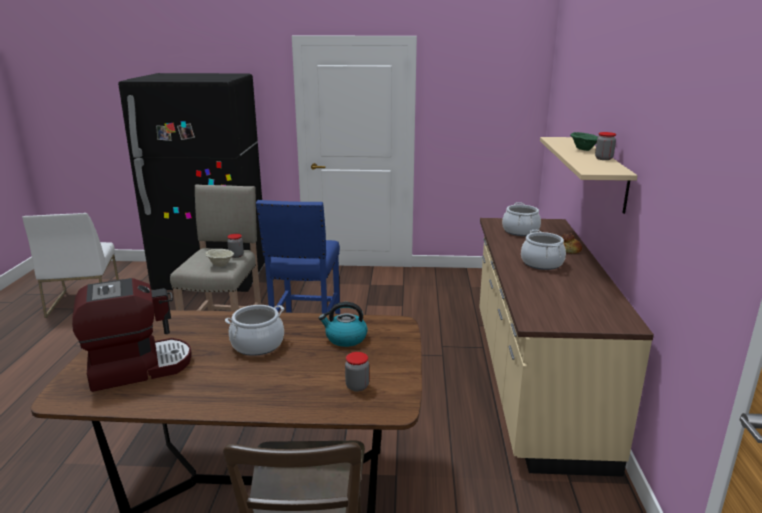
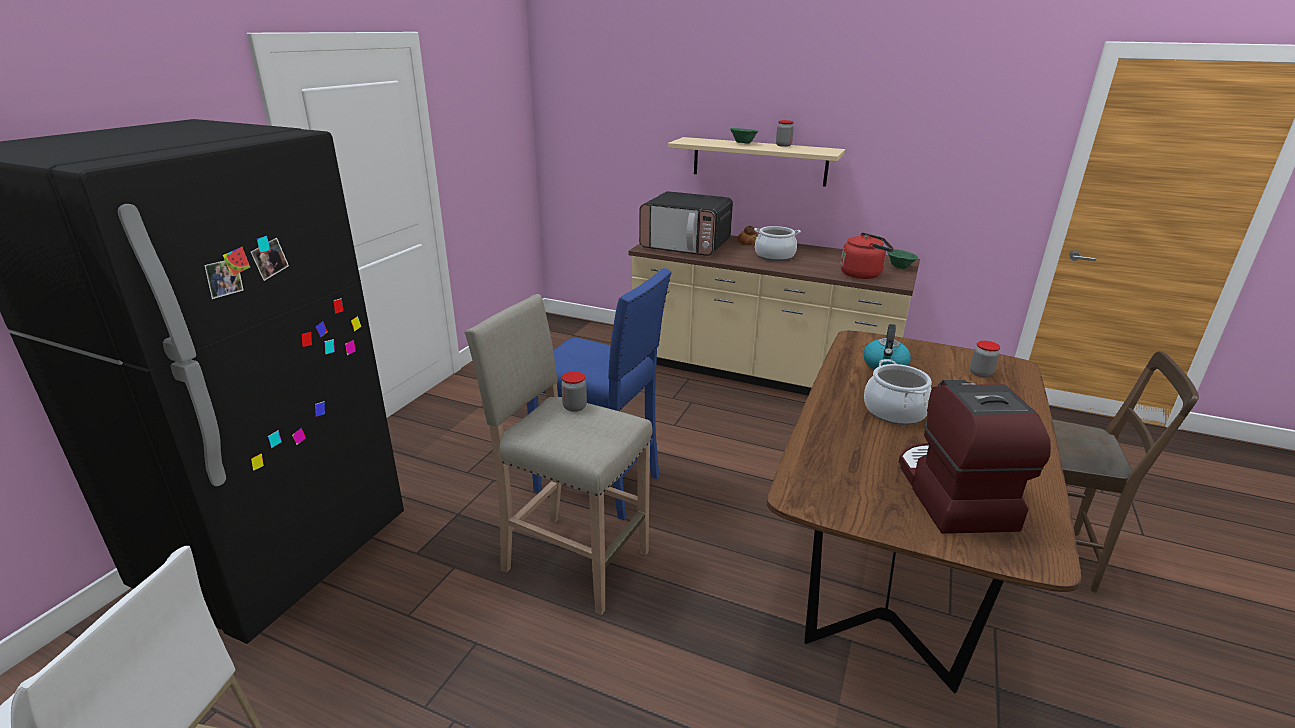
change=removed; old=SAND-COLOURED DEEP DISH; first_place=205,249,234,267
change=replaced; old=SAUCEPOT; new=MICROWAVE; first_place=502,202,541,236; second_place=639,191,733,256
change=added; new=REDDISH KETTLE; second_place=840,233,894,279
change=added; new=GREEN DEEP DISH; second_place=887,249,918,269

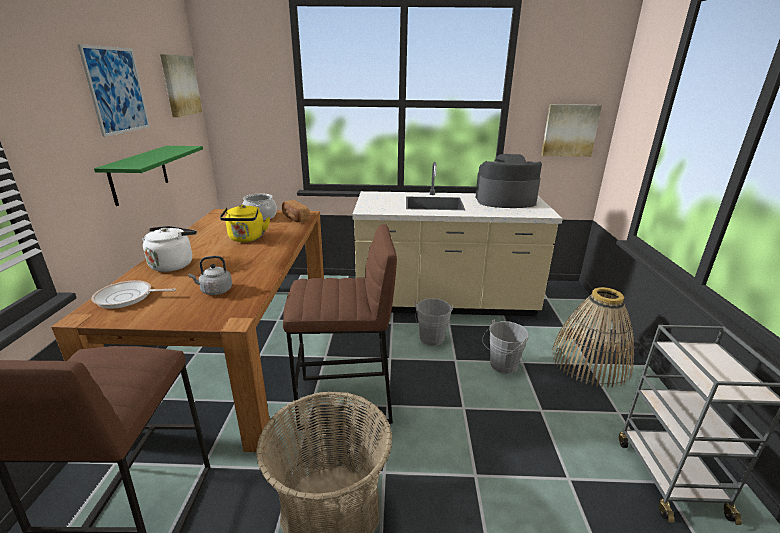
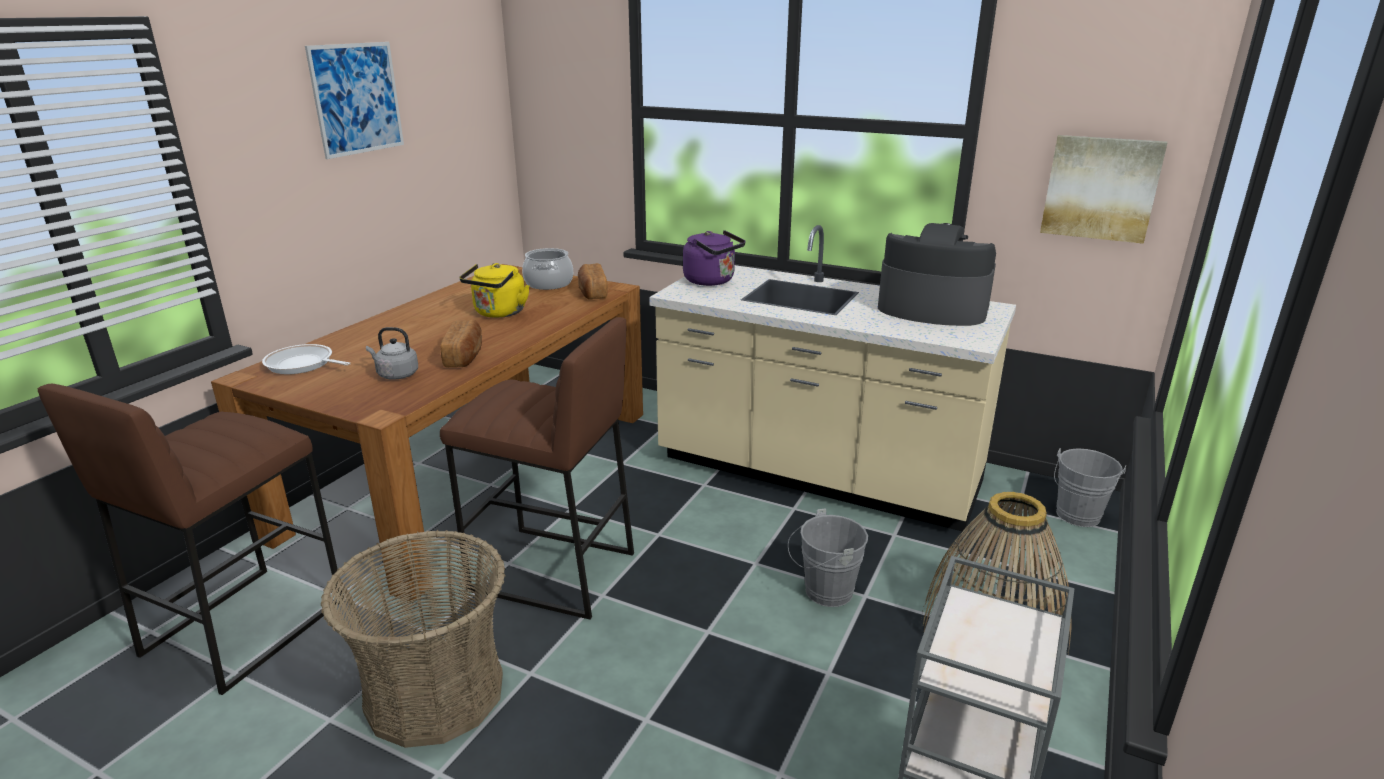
change=removed; old=GREEN WALL SHELF; first_place=94,146,203,206
change=removed; old=WHITE-COLOURED KETTLE; first_place=142,226,197,272
change=removed; old=PICTURE; first_place=160,54,202,117
change=moved; old=GREY BUCKET; first_place=415,298,453,346; second_place=1054,448,1126,527
change=added; new=BAKED BREAD; second_place=441,320,482,367
change=added; new=PURPLE KETTLE; second_place=683,230,746,286

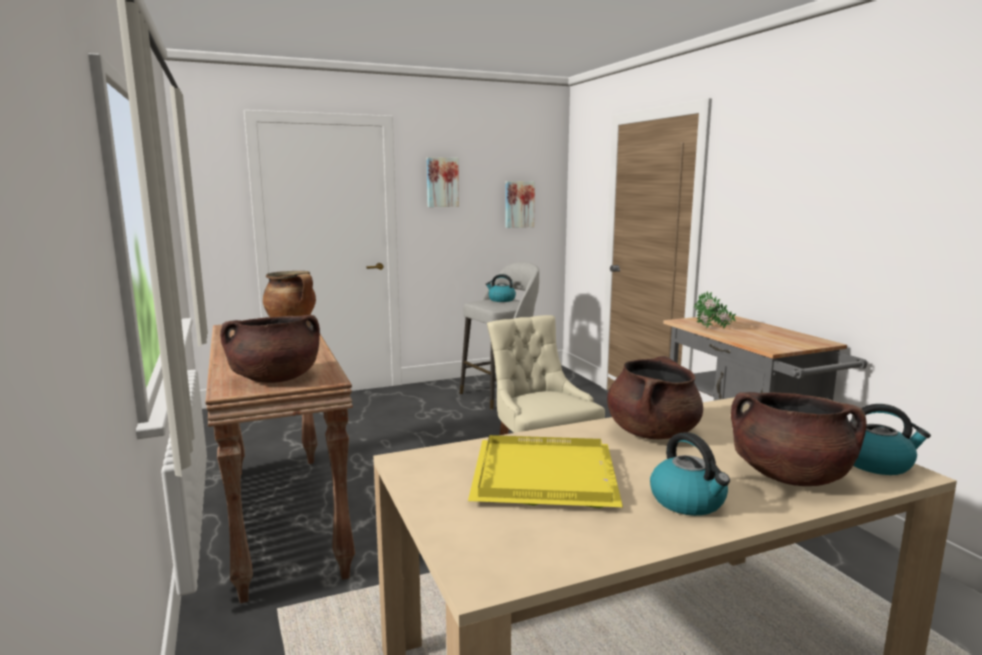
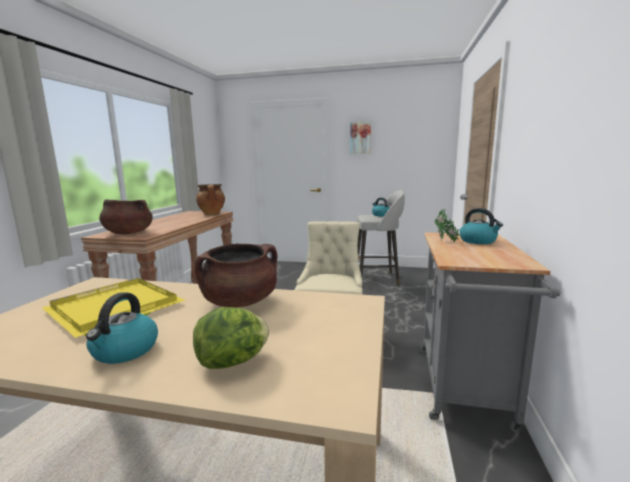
change=removed; old=PICTURE; first_place=505,181,535,228
change=replaced; old=BROWNISH SAUCEPOT; new=LETTUCE; first_place=731,392,867,486; second_place=193,307,269,369
change=moved; old=KETTLE; first_place=851,404,931,475; second_place=459,208,503,244

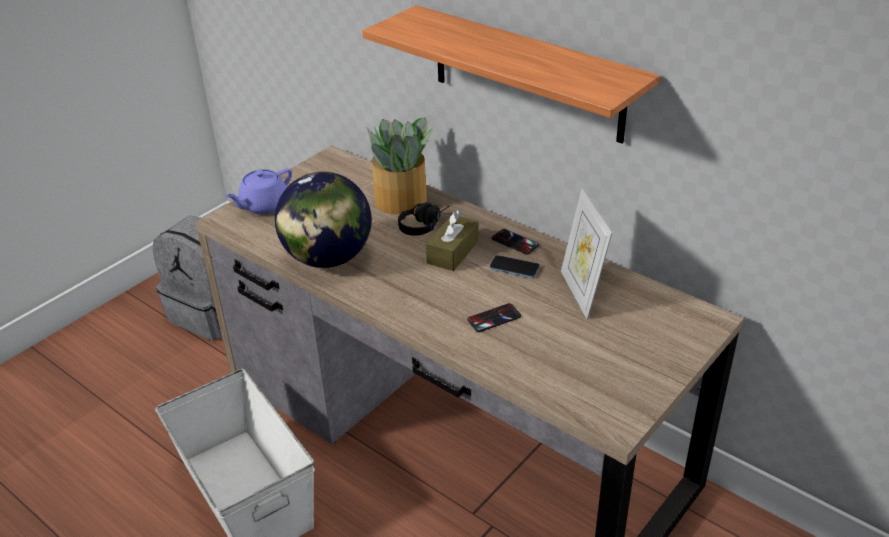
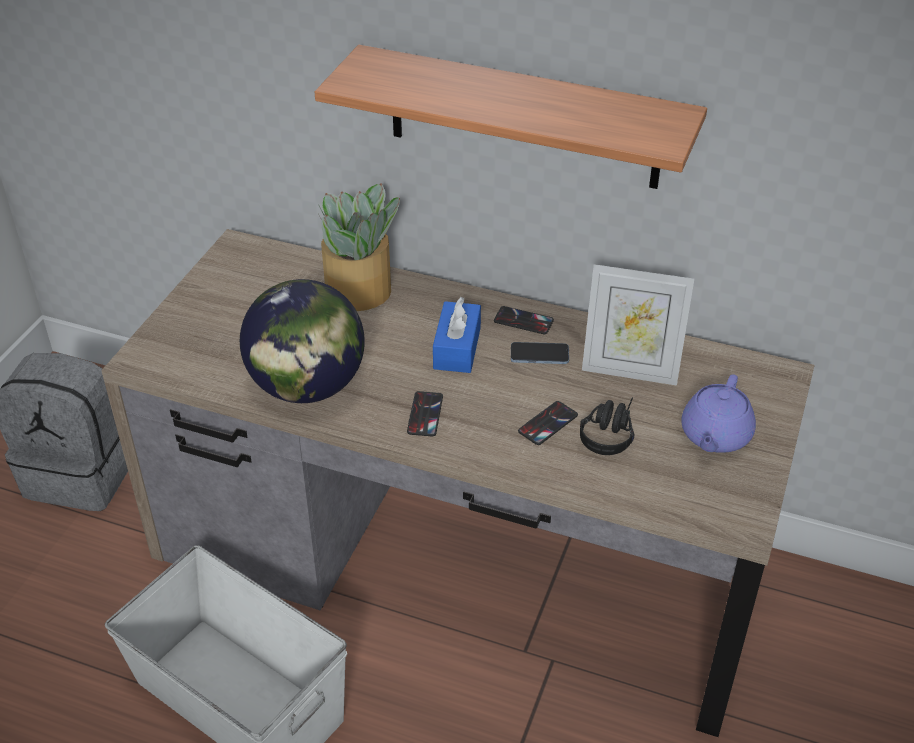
change=moved; old=PURPLE TEAPOT; first_place=225,168,292,214; second_place=681,374,756,453
change=moved; old=BLACKISH PAIR OF HEADPHONES; first_place=398,202,449,236; second_place=580,397,635,455
change=recoloured; old=BROWNISH TISSUE HOLDER; new=BLUISH TISSUE HOLDER; first_place=426,210,479,271; second_place=433,297,481,373
change=turned; old=STANDING FRAME; first_place=561,188,612,320; second_place=582,264,694,386; degrees=-45
change=added; new=PHONE; second_place=407,391,443,437

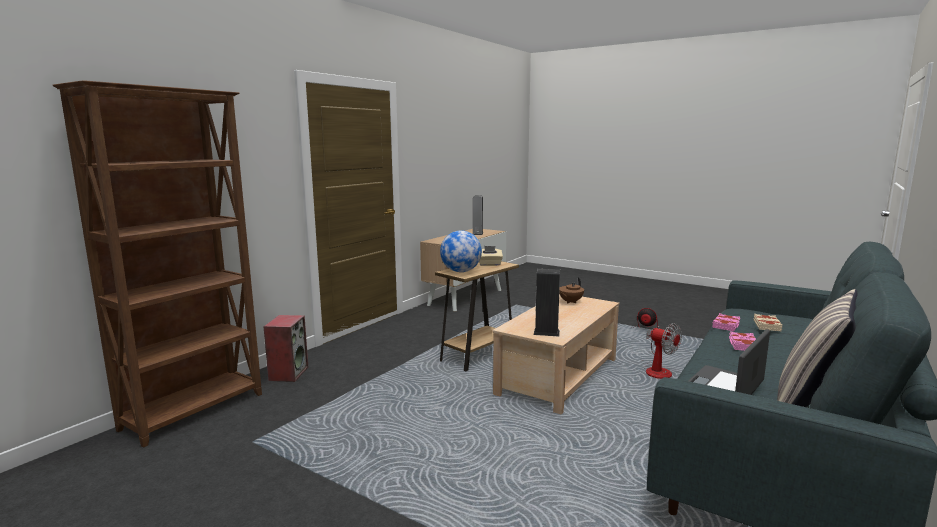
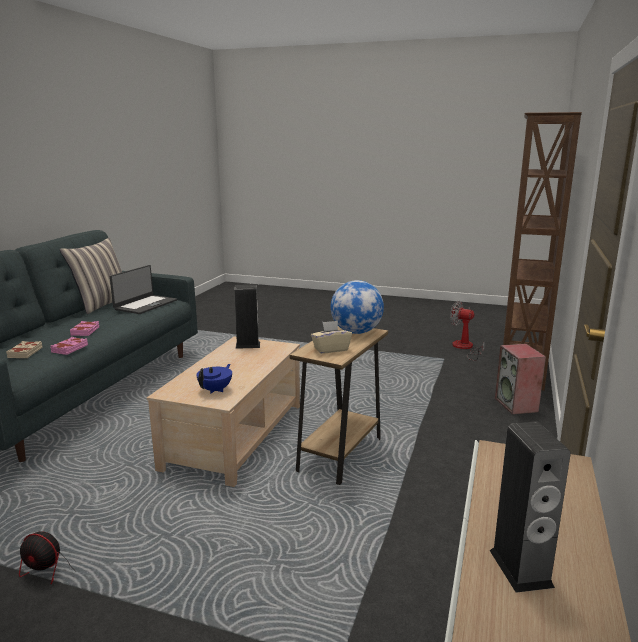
change=recoloured; old=BROWNISH TEAPOT; new=BLUISH TEAPOT; first_place=559,278,584,304; second_place=196,364,232,394
change=moved; old=ELECTRIC FAN; first_place=642,323,682,379; second_place=450,301,485,361

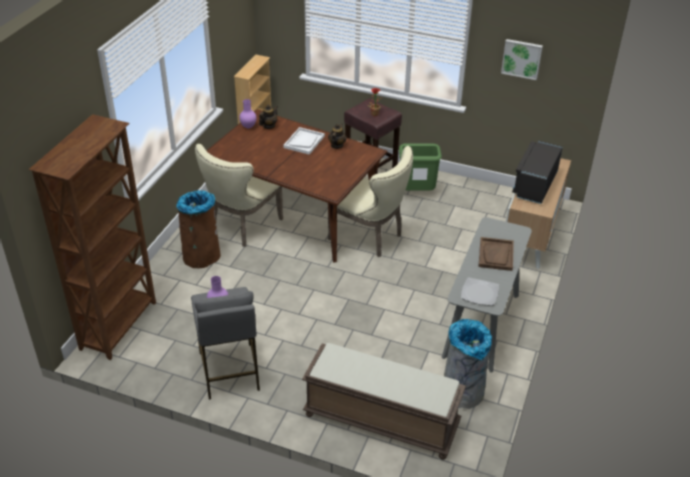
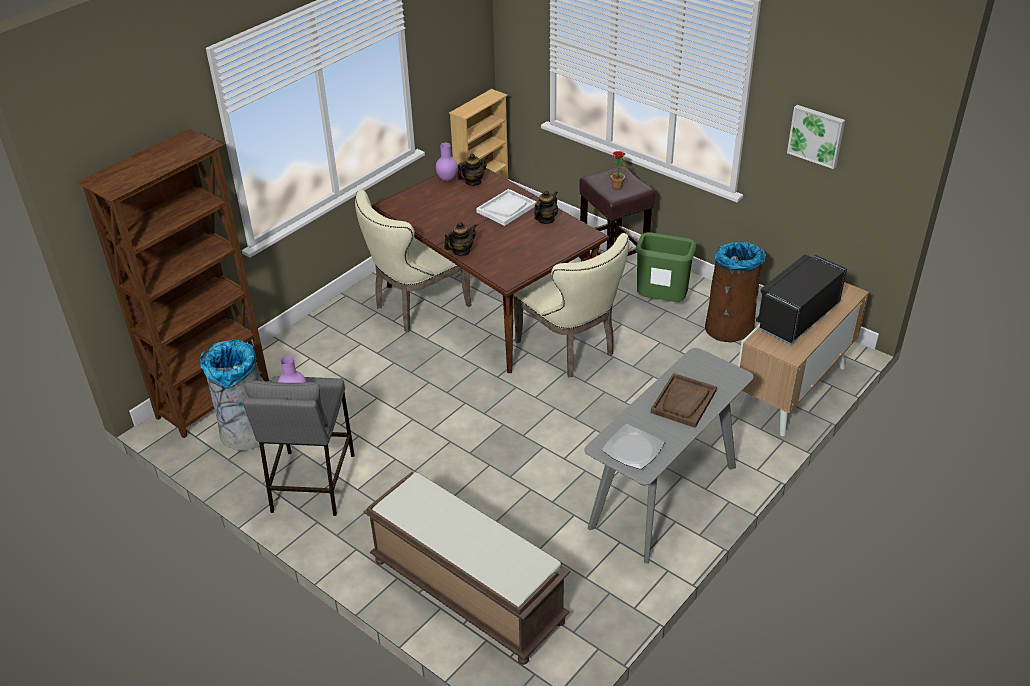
change=moved; old=BROWNISH WASTE BIN; first_place=176,190,221,268; second_place=705,242,766,343
change=moved; old=GREY WASTE BIN; first_place=444,319,492,409; second_place=200,340,262,451
change=added; new=TEAPOT; second_place=444,222,477,256

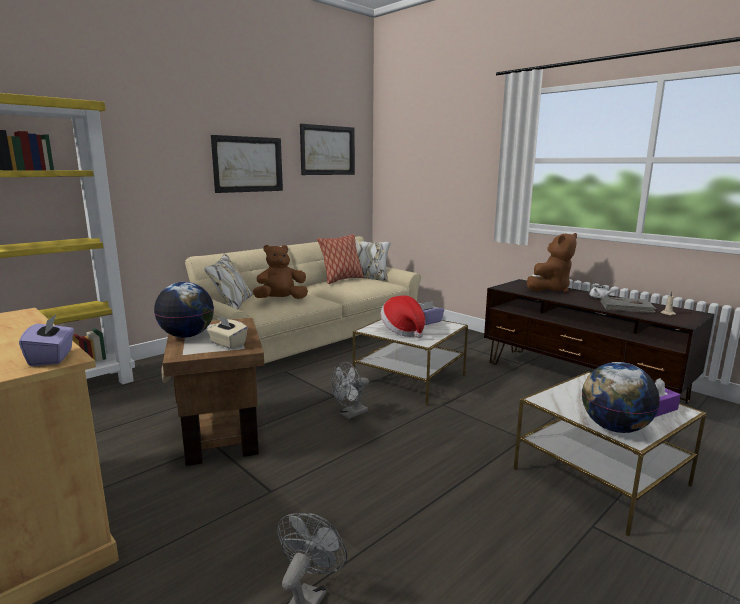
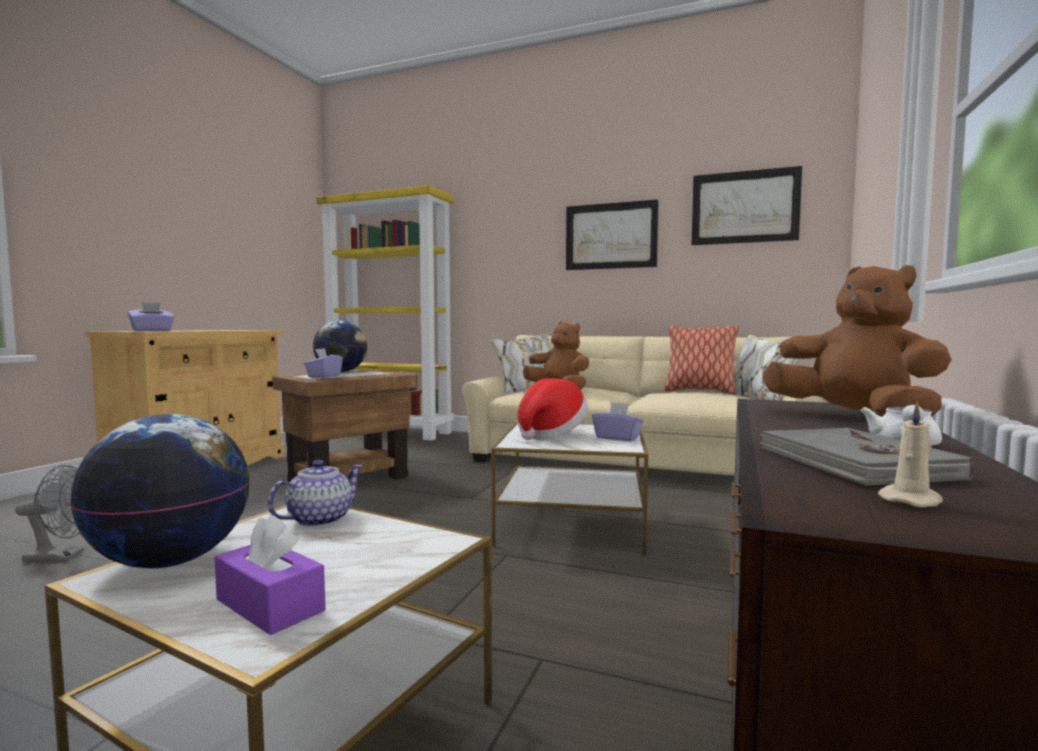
change=recoloured; old=SAND-COLOURED TISSUE HOLDER; new=PURPLE TISSUE HOLDER; first_place=207,316,248,349; second_place=304,348,343,378
change=removed; old=GREY ELECTRIC FAN; first_place=331,362,369,419
change=turned; old=BROWNISH PLUSH TOY; first_place=527,233,577,293; second_place=763,265,952,417; degrees=-150
change=added; new=TEAPOT; second_place=268,460,363,527

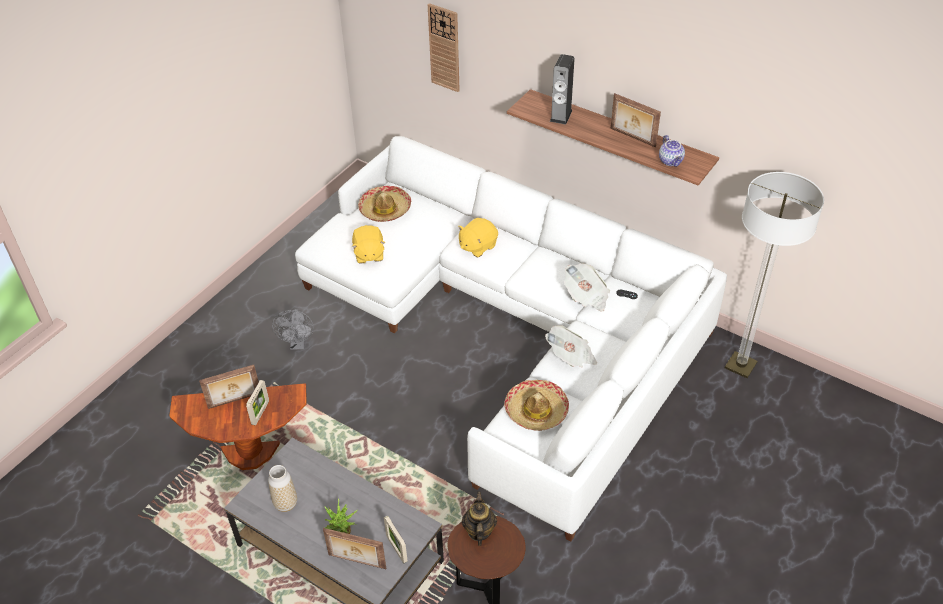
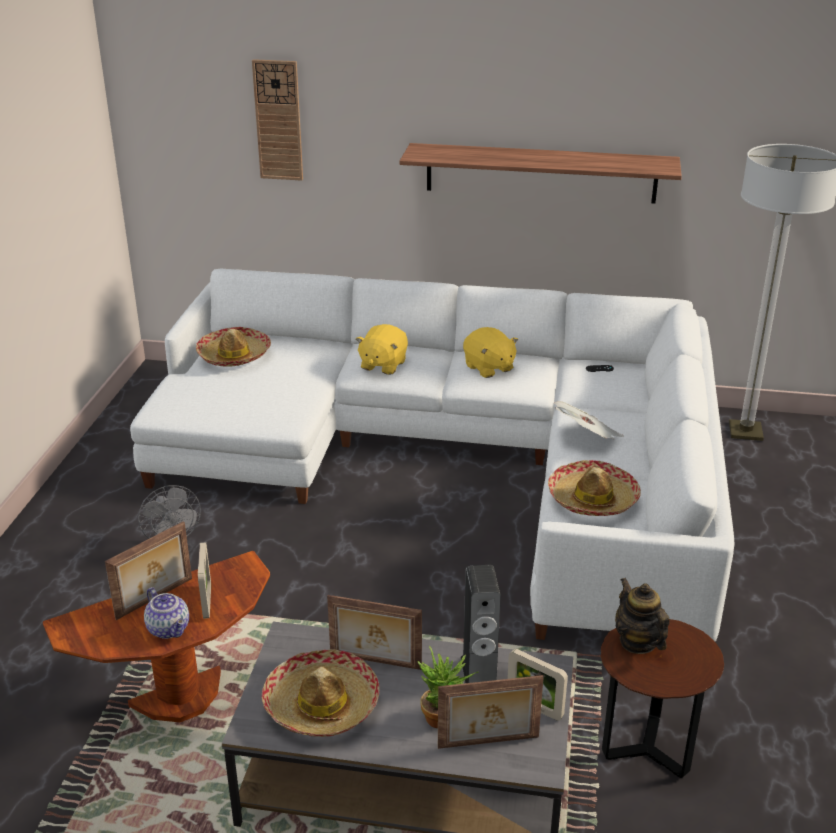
change=replaced; old=FLOWER VASE; new=HAT; first_place=268,465,297,512; second_place=262,649,380,737
change=moved; old=YELLOW-COLOURED PLUSH TOY; first_place=351,225,385,264; second_place=463,327,518,378
change=moved; old=AUDIO SPEAKER; first_place=550,54,575,125; second_place=461,565,501,683
change=removed; old=PRINTED PAPER; first_place=564,263,610,312
change=moved; old=STANDING FRAME; first_place=611,93,661,147; second_place=327,595,422,670
change=moved; old=TEAPOT; first_place=659,135,685,167; second_place=144,587,189,639

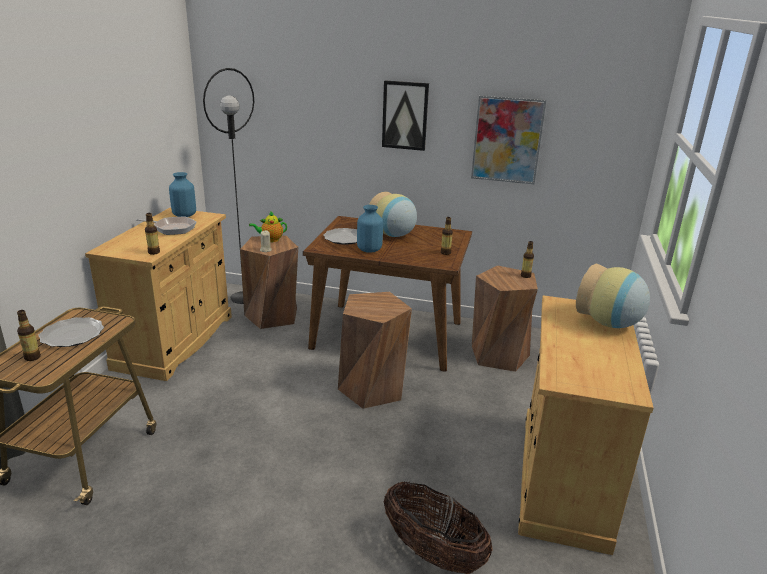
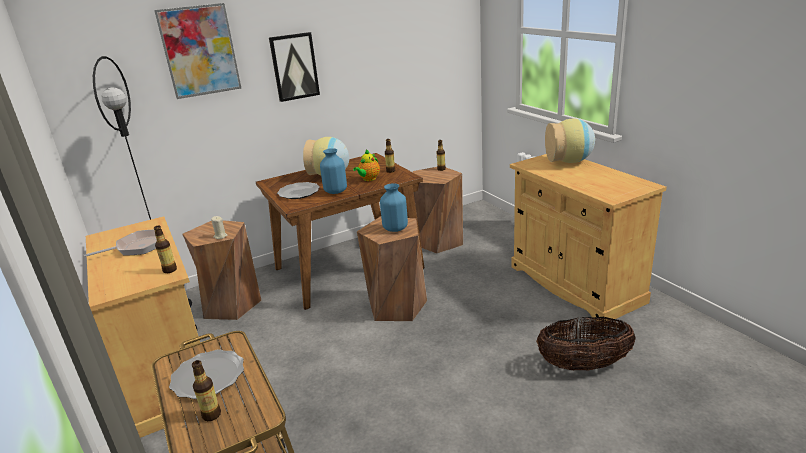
change=moved; old=BLUISH FLOWER VASE; first_place=169,172,196,217; second_place=380,183,408,232
change=moved; old=TEAPOT; first_place=249,211,287,242; second_place=353,149,380,181
change=moved; old=PICTURE; first_place=471,95,546,184; second_place=154,3,241,99

